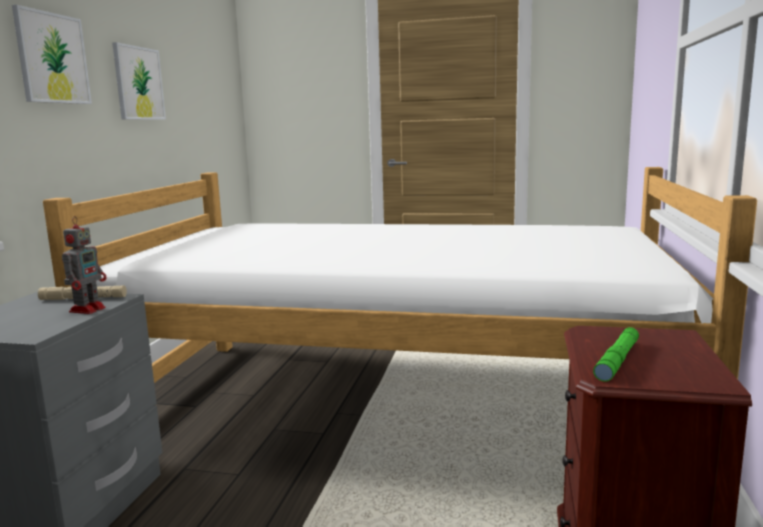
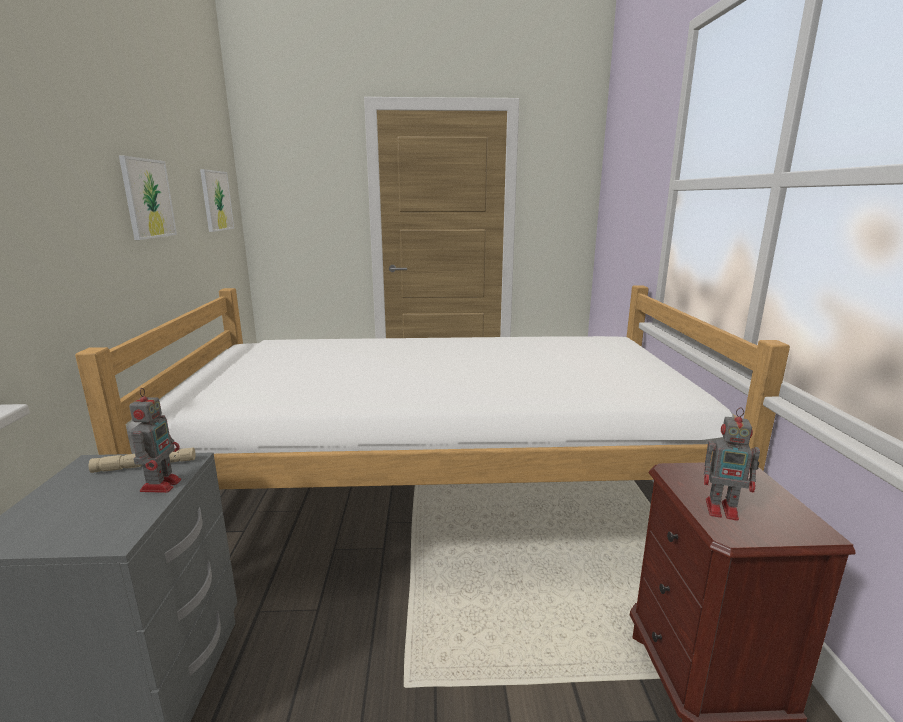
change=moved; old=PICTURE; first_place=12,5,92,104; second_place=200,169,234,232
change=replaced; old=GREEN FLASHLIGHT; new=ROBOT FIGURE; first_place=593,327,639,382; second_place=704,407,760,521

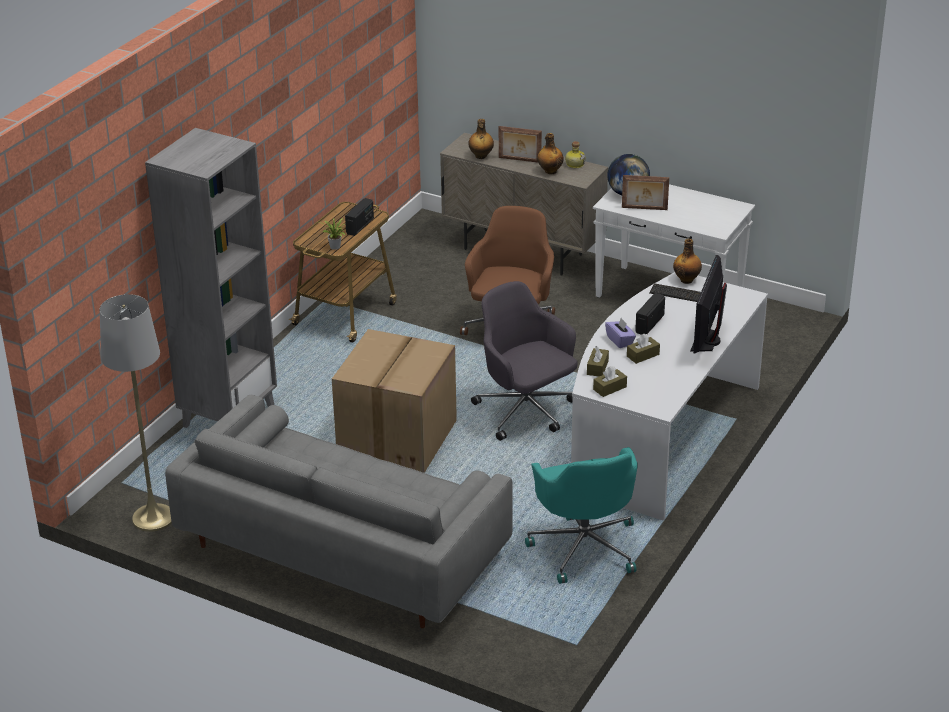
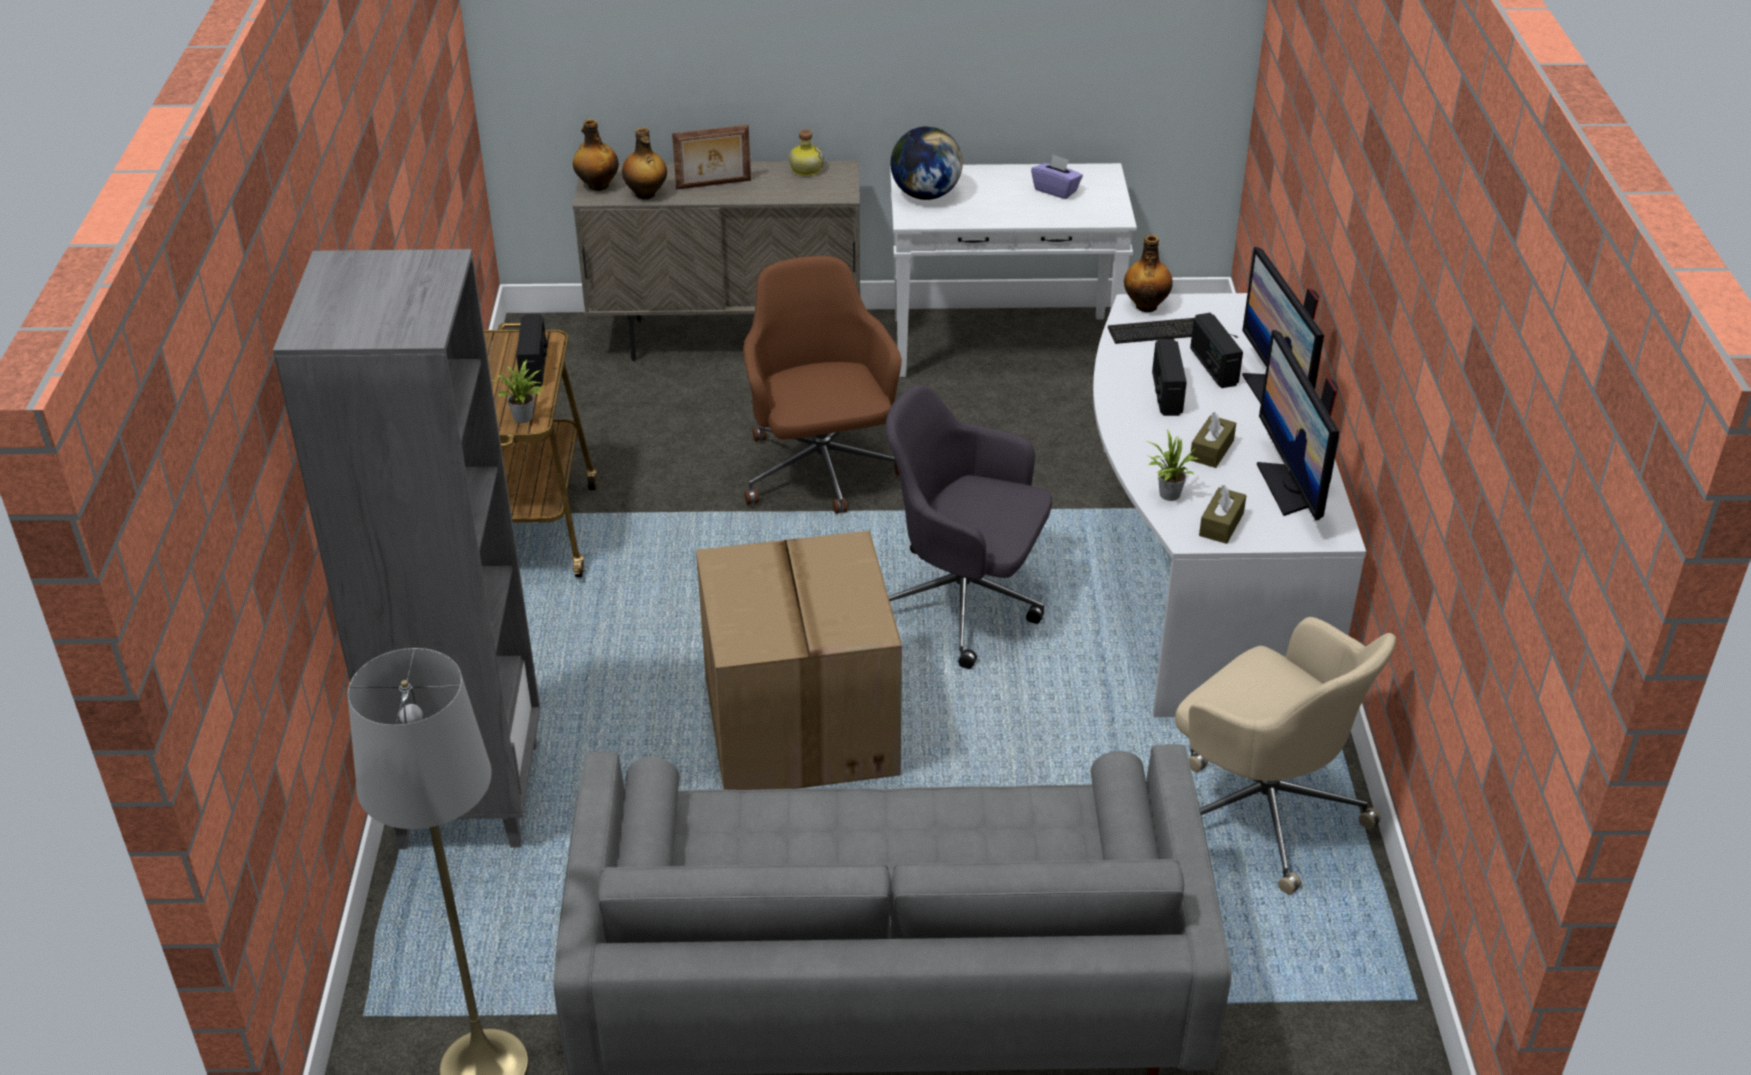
change=recoloured; old=TURQUOISE-COLOURED DESK CHAIR; new=SAND-COLOURED DESK CHAIR; first_place=525,447,638,584; second_place=1175,617,1396,895
change=moved; old=BEVERAGE BOTTLE; first_place=537,133,564,174; second_place=573,119,619,191
change=replaced; old=BROWNISH TISSUE HOLDER; new=POTTED PLANT; first_place=587,346,609,377; second_place=1146,429,1199,501
change=moved; old=PURPLE TISSUE HOLDER; first_place=605,318,636,348; second_place=1031,155,1083,199
change=removed; old=STANDING FRAME; first_place=622,175,669,210
change=added; new=RADIO RECEIVER; second_place=1190,313,1243,388
change=added; new=COMPUTER SCREEN; second_place=1257,330,1339,520

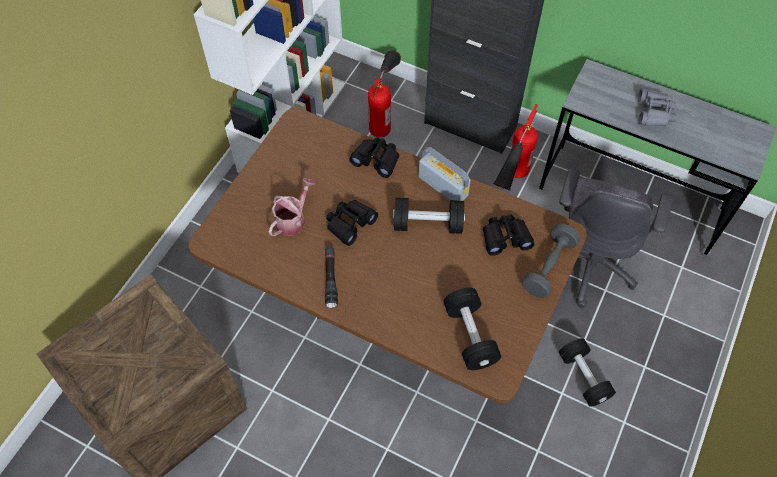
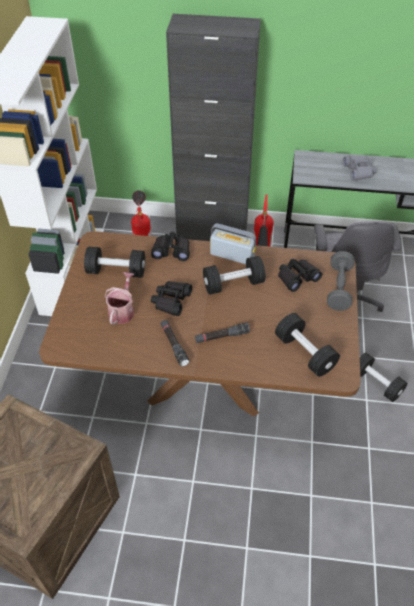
change=added; new=BLACKISH DUMBBELL; second_place=84,247,145,278
change=added; new=BLACKISH FLASHLIGHT; second_place=195,323,250,343

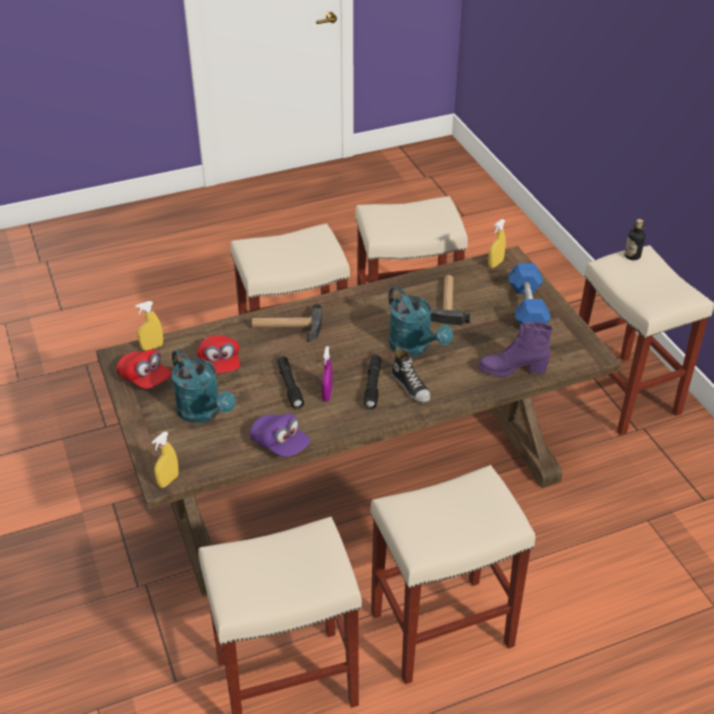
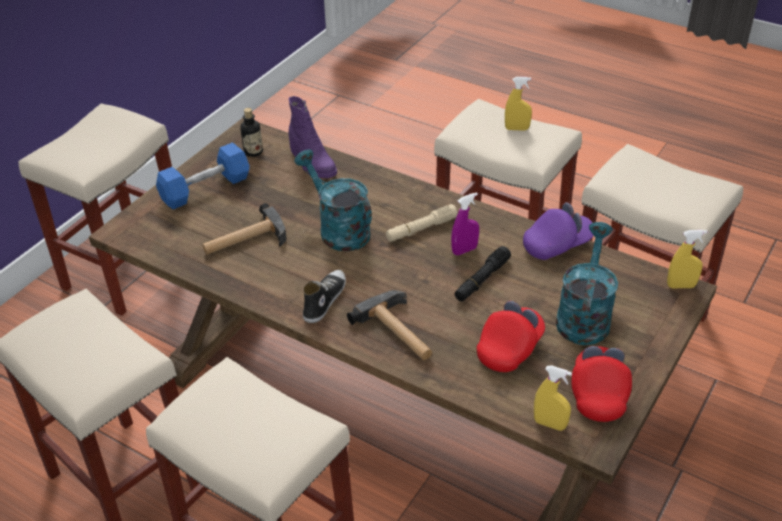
change=turned; old=PURPLE BASEBALL CAP; first_place=250,414,310,457; second_place=523,202,593,260; degrees=60
change=recoloured; old=BLACKISH FLASHLIGHT; new=SAND-COLOURED FLASHLIGHT; first_place=364,356,381,410; second_place=386,204,458,242
change=turned; old=TURQUOISE-COLOURED SPRINKLING CAN; first_place=389,286,453,357; second_place=294,149,372,251; degrees=-60
change=moved; old=SHOE; first_place=391,348,430,403; second_place=303,270,346,323
change=moved; old=YELLOW-COLOURED SPRAYER; first_place=488,219,506,268; second_place=505,77,532,131
change=moved; old=BEVERAGE BOTTLE; first_place=625,219,645,260; second_place=240,108,263,157

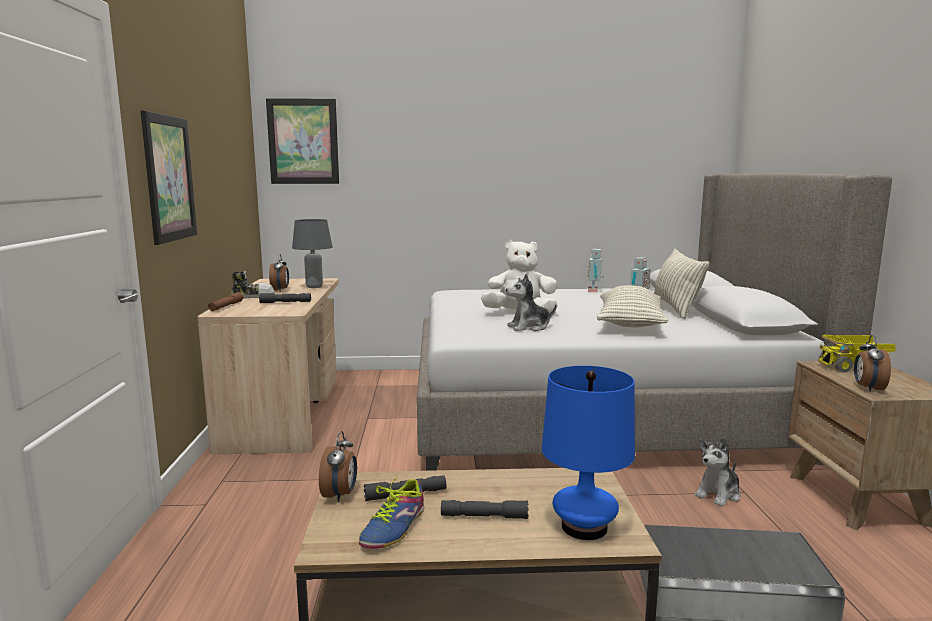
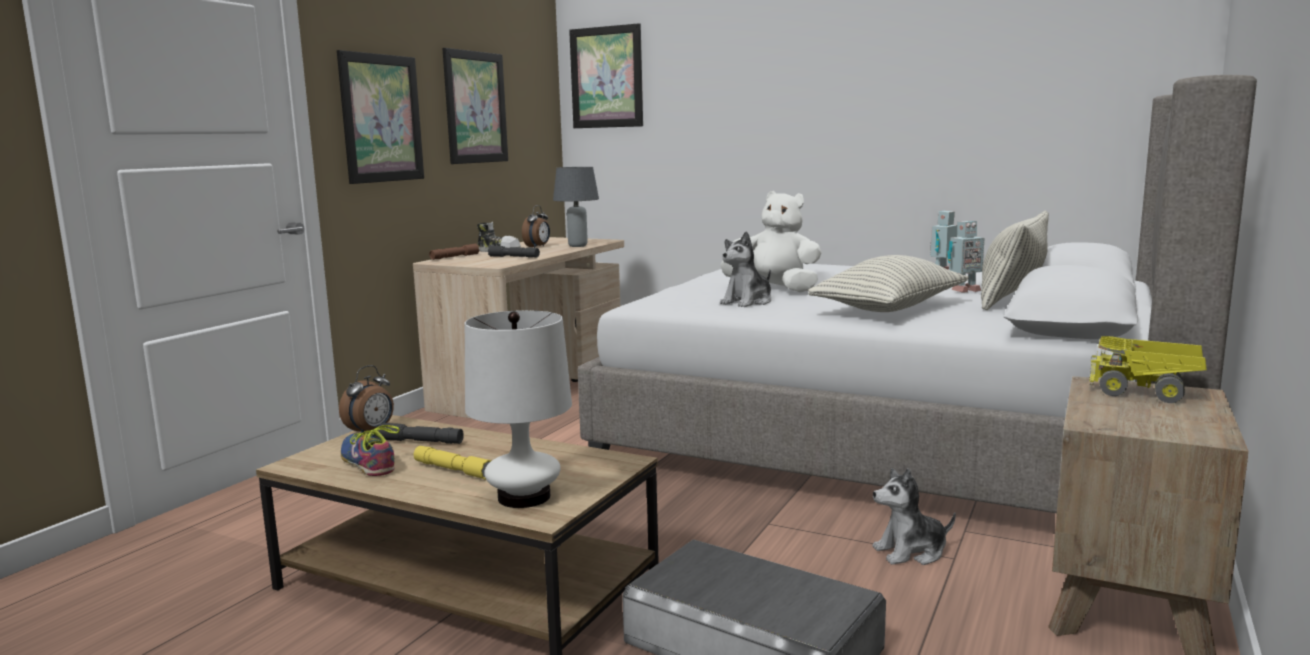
change=turned; old=SHOE; first_place=359,474,424,549; second_place=341,425,400,476; degrees=90
change=recoloured; old=GREY FLASHLIGHT; new=YELLOW-COLOURED FLASHLIGHT; first_place=441,500,529,519; second_place=414,446,492,480
change=turned; old=PLUSH TOY; first_place=506,274,556,331; second_place=720,231,771,307; degrees=-60
change=recoloured; old=BLUISH LAMP FOR A TABLE; new=WHITE-COLOURED LAMP FOR A TABLE; first_place=542,366,635,540; second_place=465,310,572,508
change=removed; old=ALARM CLOCK; first_place=854,335,891,392
change=added; new=PICTURE; second_place=442,48,508,164

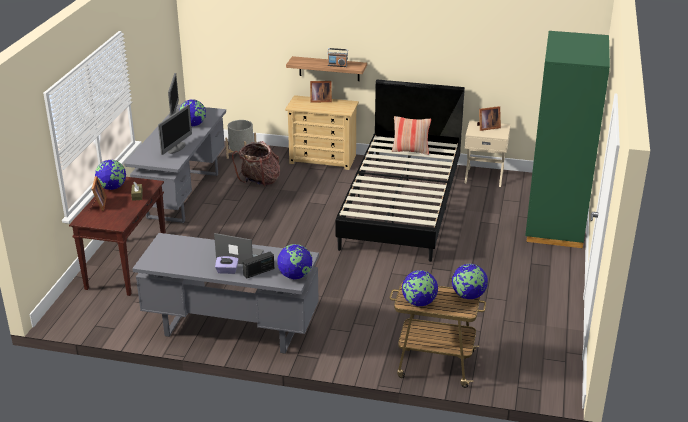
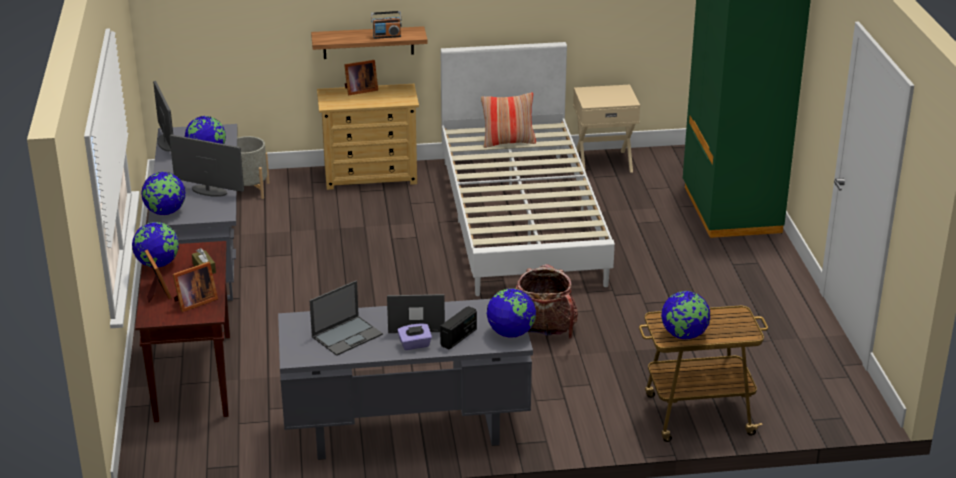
change=turned; old=COMPUTER SCREEN; first_place=158,105,192,155; second_place=169,134,244,197; degrees=-75
change=moved; old=RUCKSACK; first_place=232,141,280,187; second_place=516,264,578,339
change=recoloured; old=BLACKISH SLEEPING BED; new=WHITE-COLOURED SLEEPING BED; first_place=335,79,465,262; second_place=440,42,615,296
change=moved; old=WORLD GLOBE; first_place=452,264,488,299; second_place=141,172,186,215
change=moved; old=STANDING FRAME; first_place=477,106,501,131; second_place=173,262,218,312
change=added; new=LAPTOP; second_place=309,281,383,356

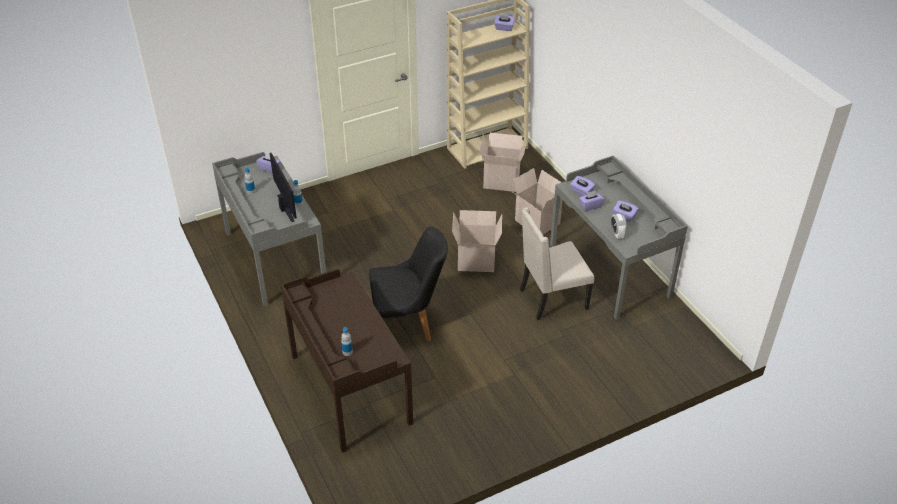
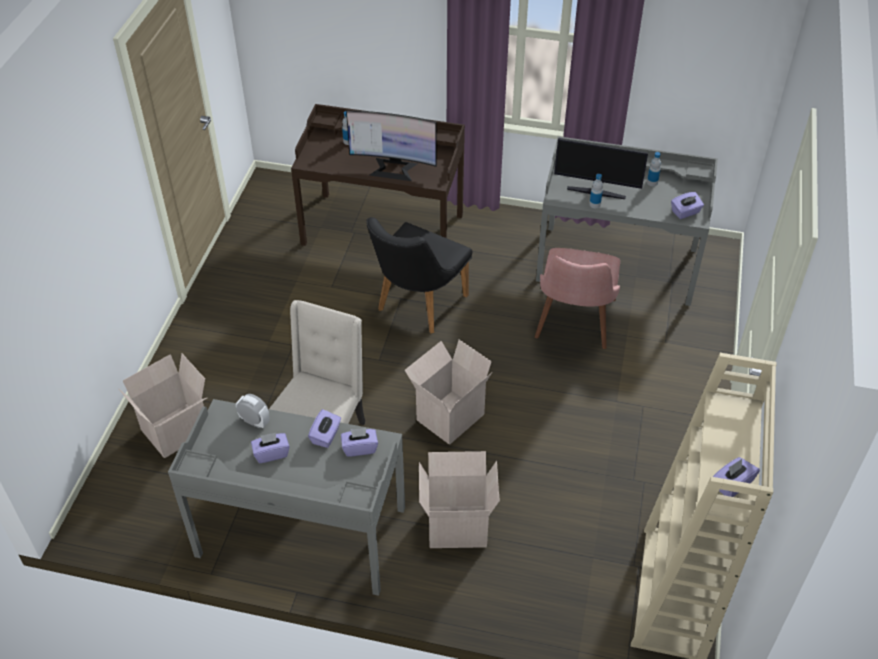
change=moved; old=CARDBOARD BOX; first_place=479,133,527,192; second_place=118,354,207,458
change=added; new=COMPUTER SCREEN; second_place=346,110,437,181
change=added; new=PINK-COLOURED PLAIN CHAIR; second_place=535,248,620,349

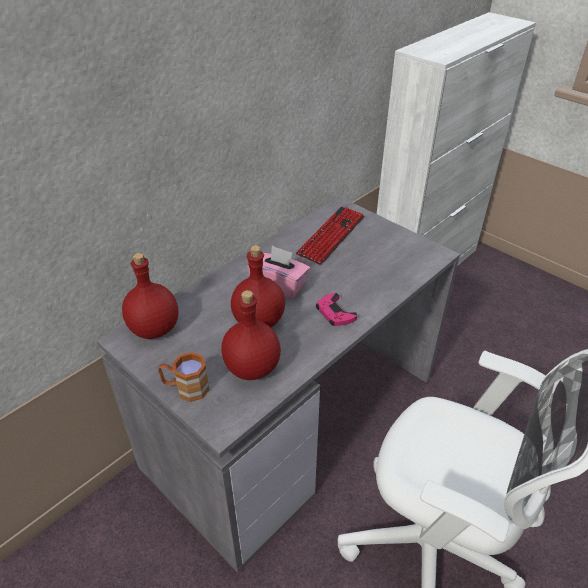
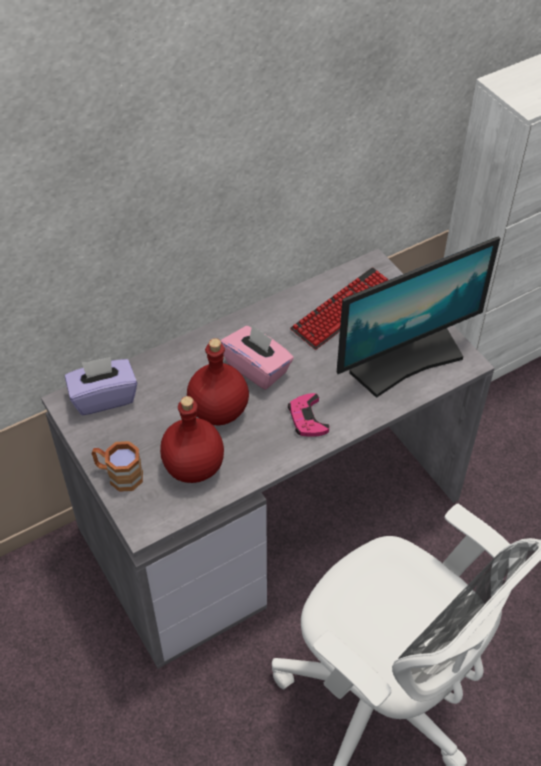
change=replaced; old=REDDISH BEVERAGE BOTTLE; new=PURPLE TISSUE HOLDER; first_place=122,253,178,339; second_place=65,357,137,415
change=added; new=COMPUTER SCREEN; second_place=337,237,500,398

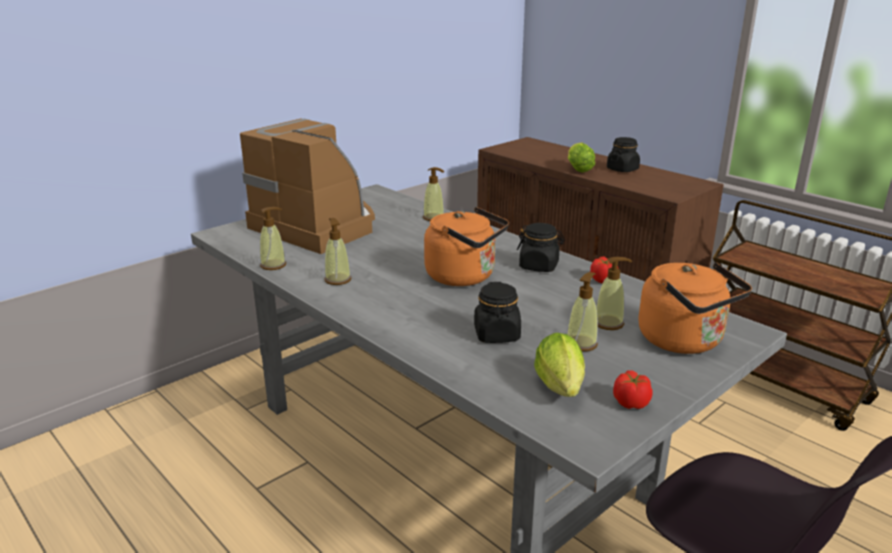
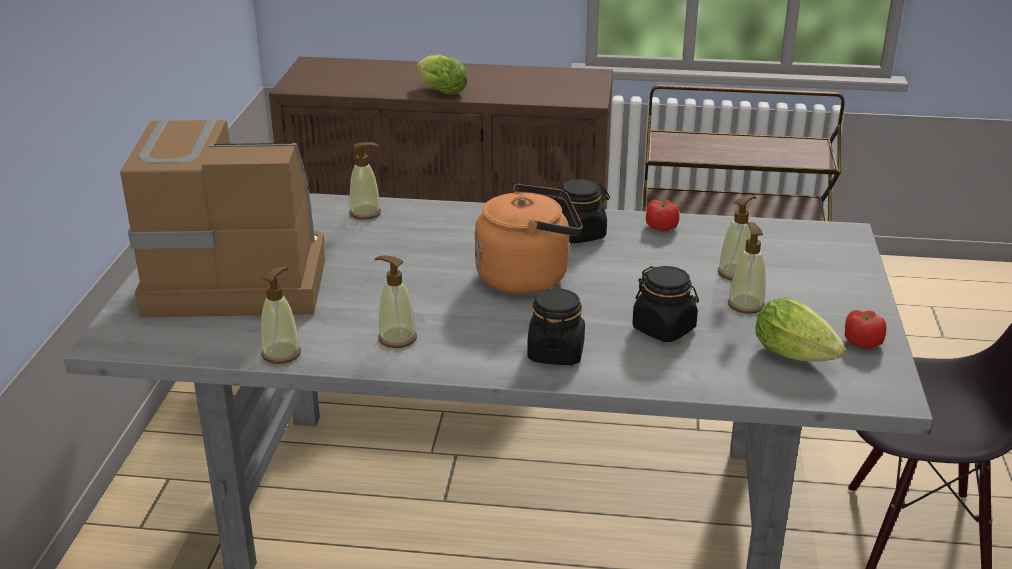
change=moved; old=BLACKISH PRESERVE JAR; first_place=607,137,640,172; second_place=527,288,585,365
change=removed; old=ORANGE KETTLE; first_place=638,262,752,354

